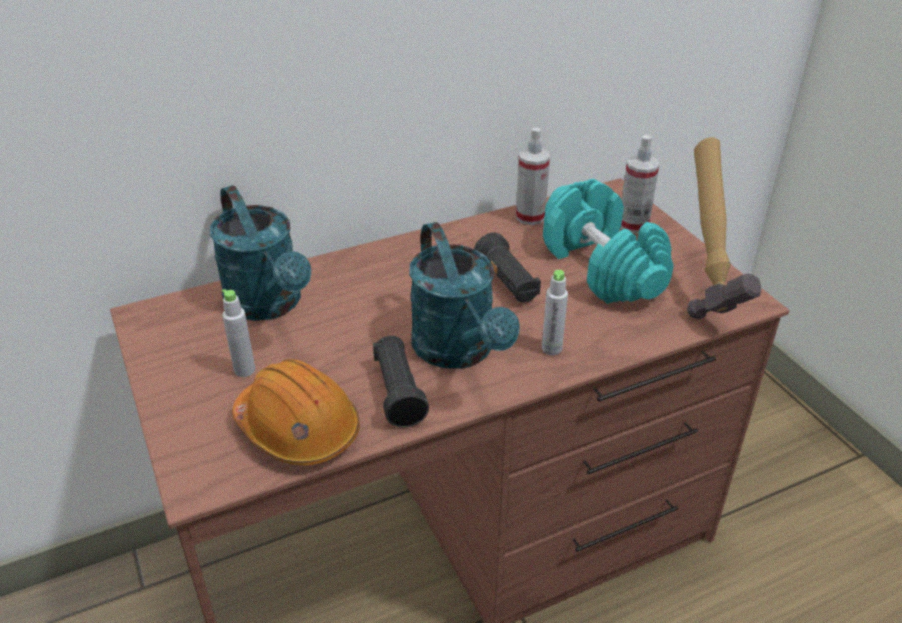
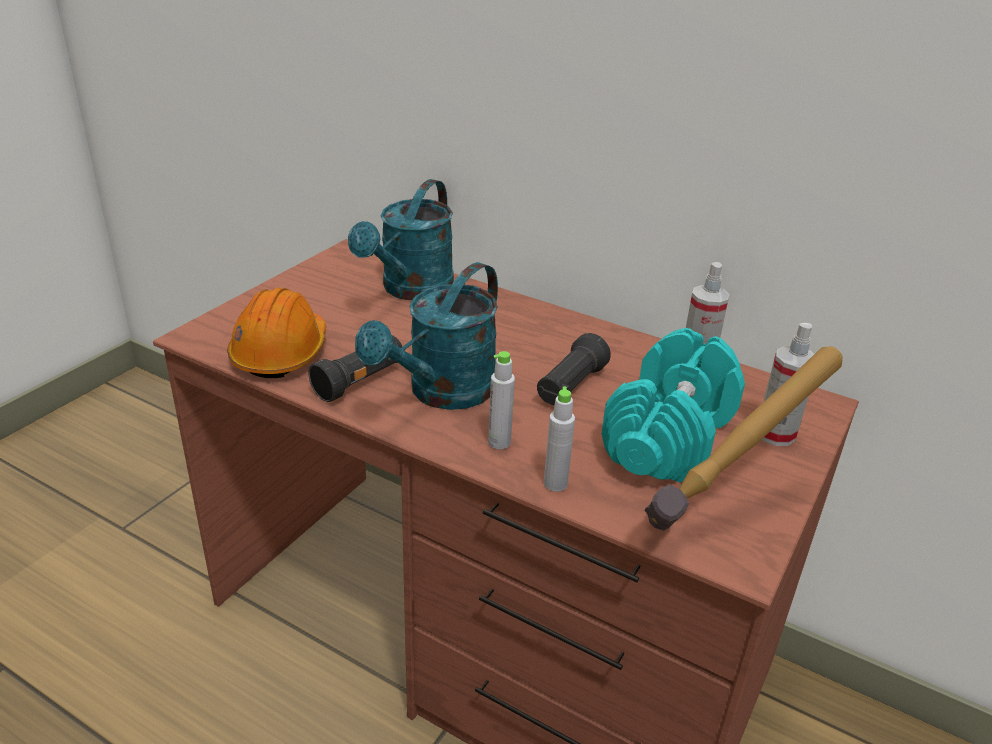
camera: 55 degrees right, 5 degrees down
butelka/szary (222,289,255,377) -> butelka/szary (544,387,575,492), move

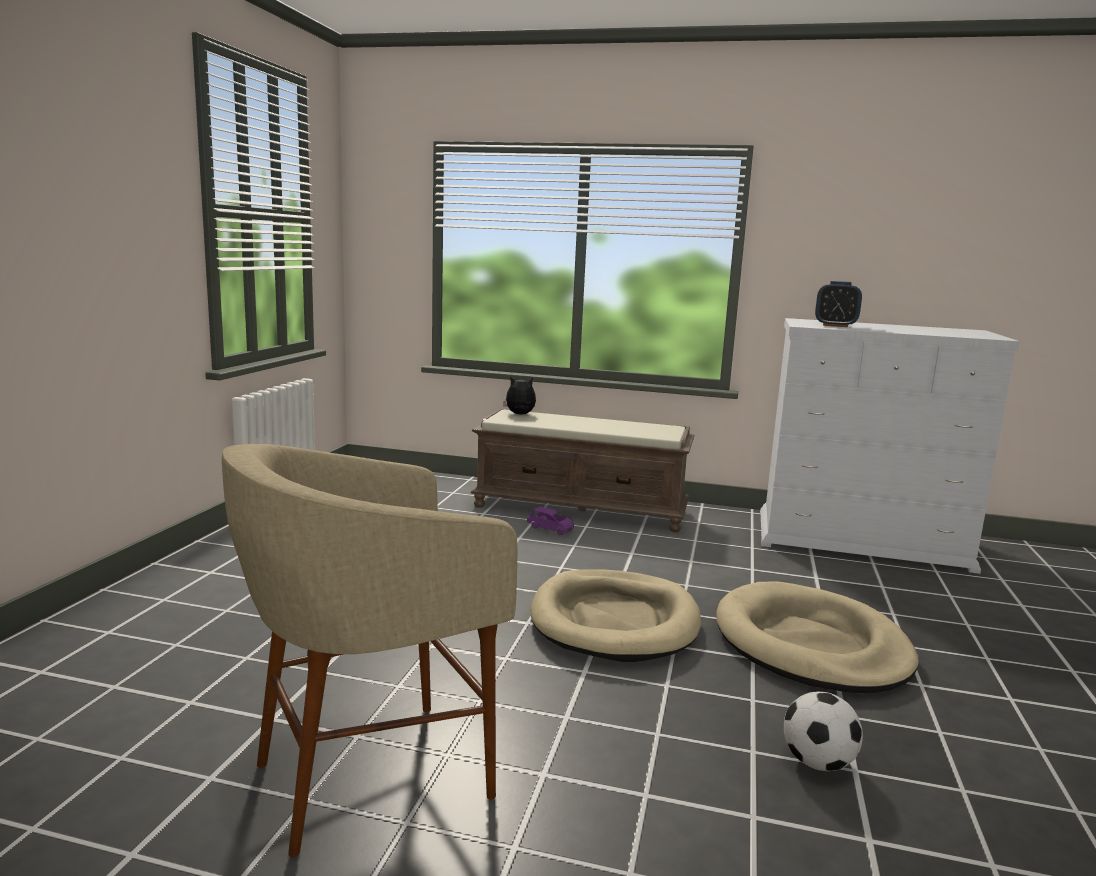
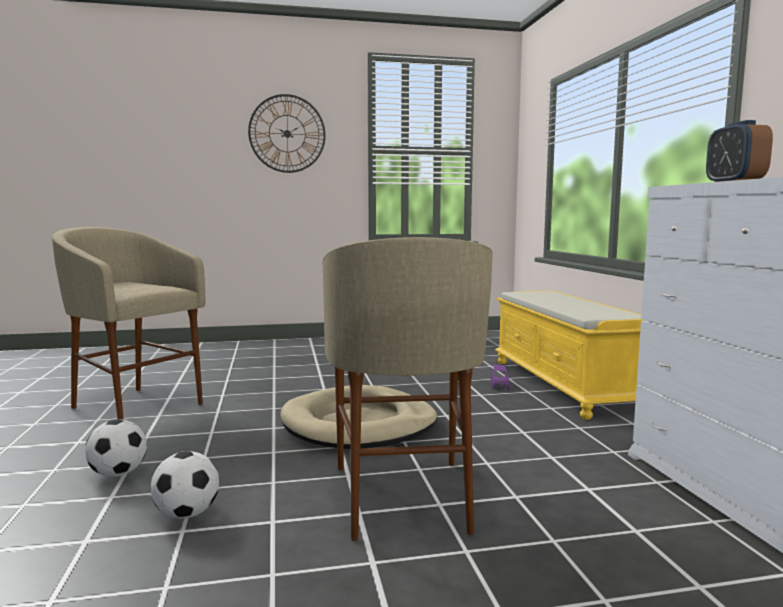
camera: 65 degrees right, 5 degrees down
pluszak (503,377,536,415) -> none
none -> piłka futbolowa (85,419,147,477)
none -> zegar ścienny (248,94,326,173)
legowisko/beżowy (716,581,919,693) -> stołek/beżowy (323,237,493,541)
ławka/brązowy (471,409,694,532) -> ławka/żółty (495,291,644,420)

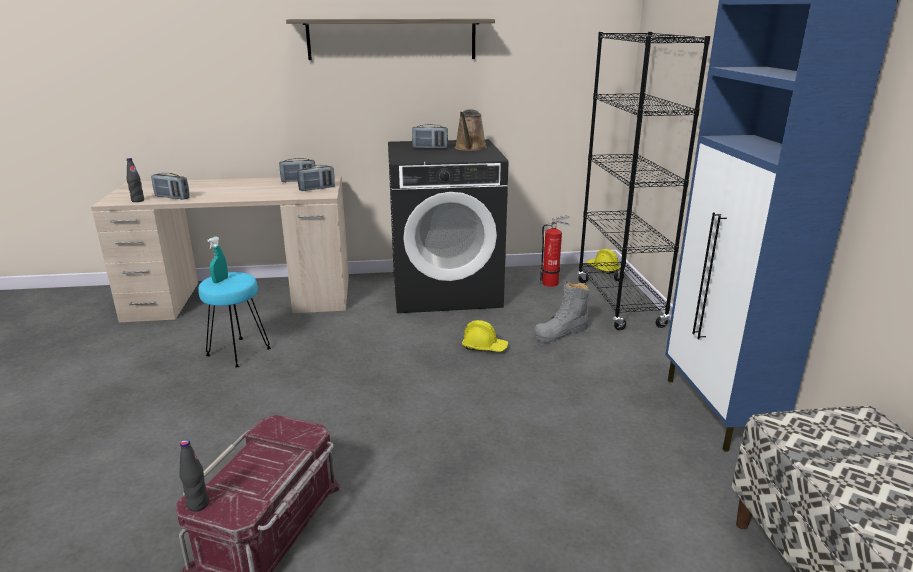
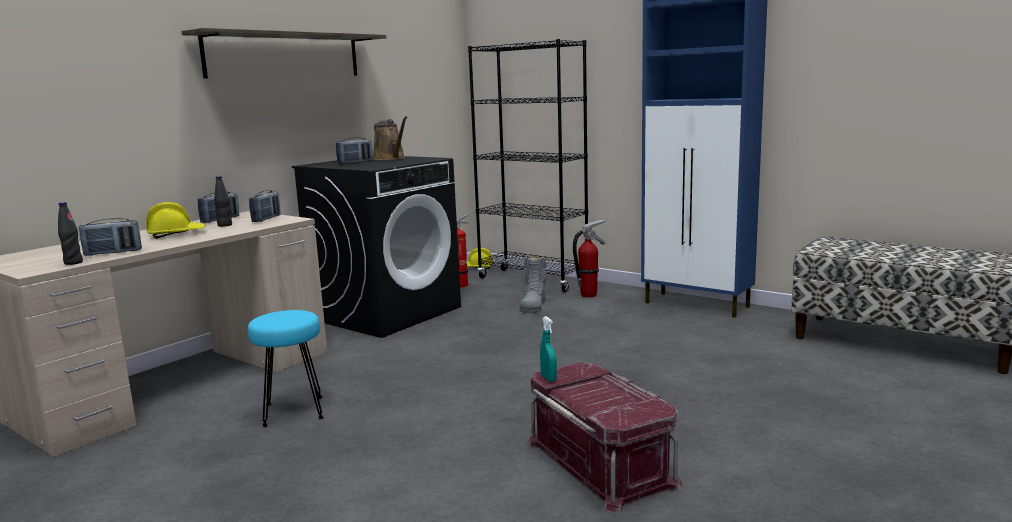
camera: 45 degrees left, 10 degrees down
none -> gaśnica (573,219,606,298)
butelka/czarny (180,440,209,512) -> butelka/czarny (214,176,232,227), move
spryskiwacz/turkusowy (207,237,228,283) -> spryskiwacz/turkusowy (540,316,557,382), move
kask/żółty (462,320,508,352) -> kask/żółty (146,202,206,239), move

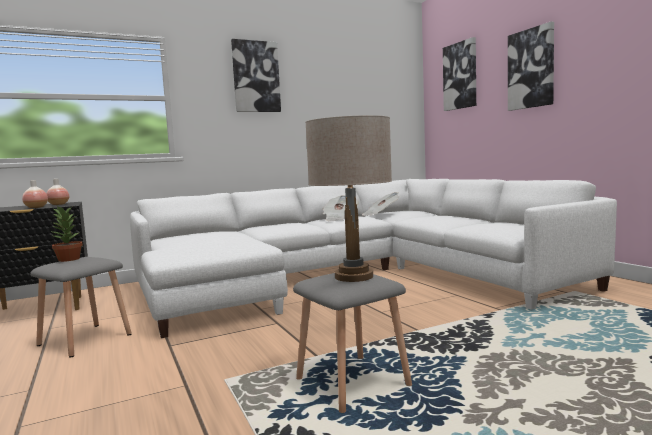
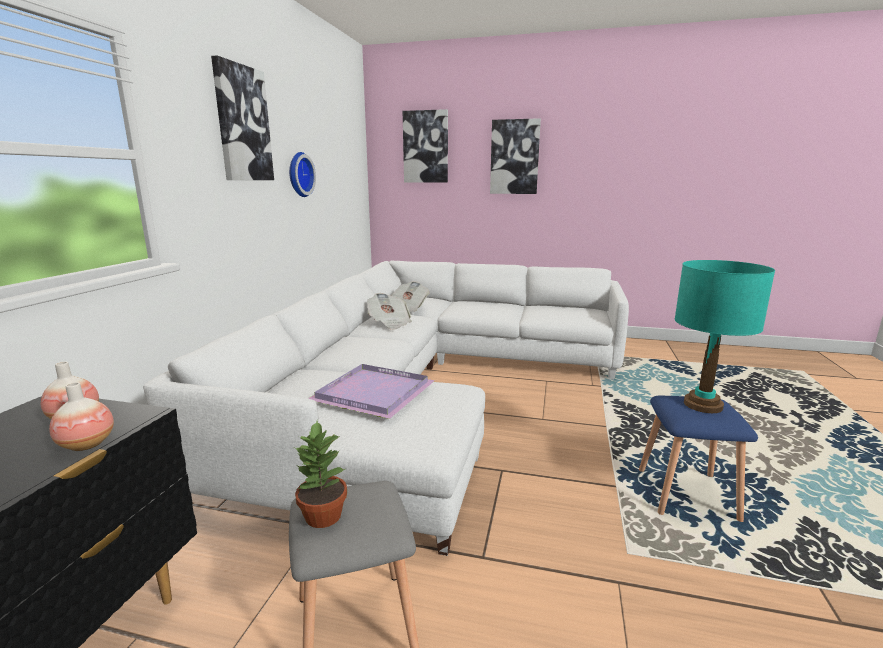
camera: 50 degrees left, 10 degrees up
none -> zegar ścienny (289,152,316,197)
none -> taca/fioletowy (308,364,435,419)
stołek/szary (293,273,412,413) -> stołek/niebieski (639,396,758,522)
lampa stołowa/beżowy (305,115,392,282) -> lampa stołowa/turkusowy (674,260,775,413)

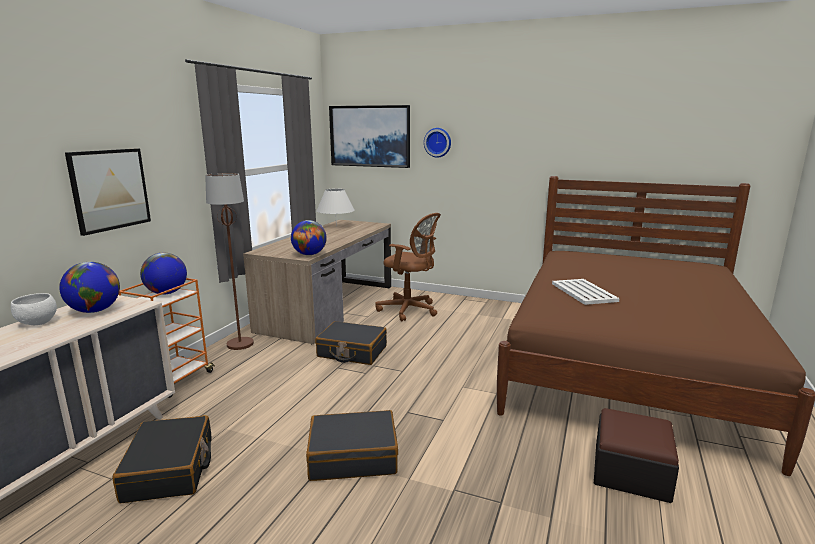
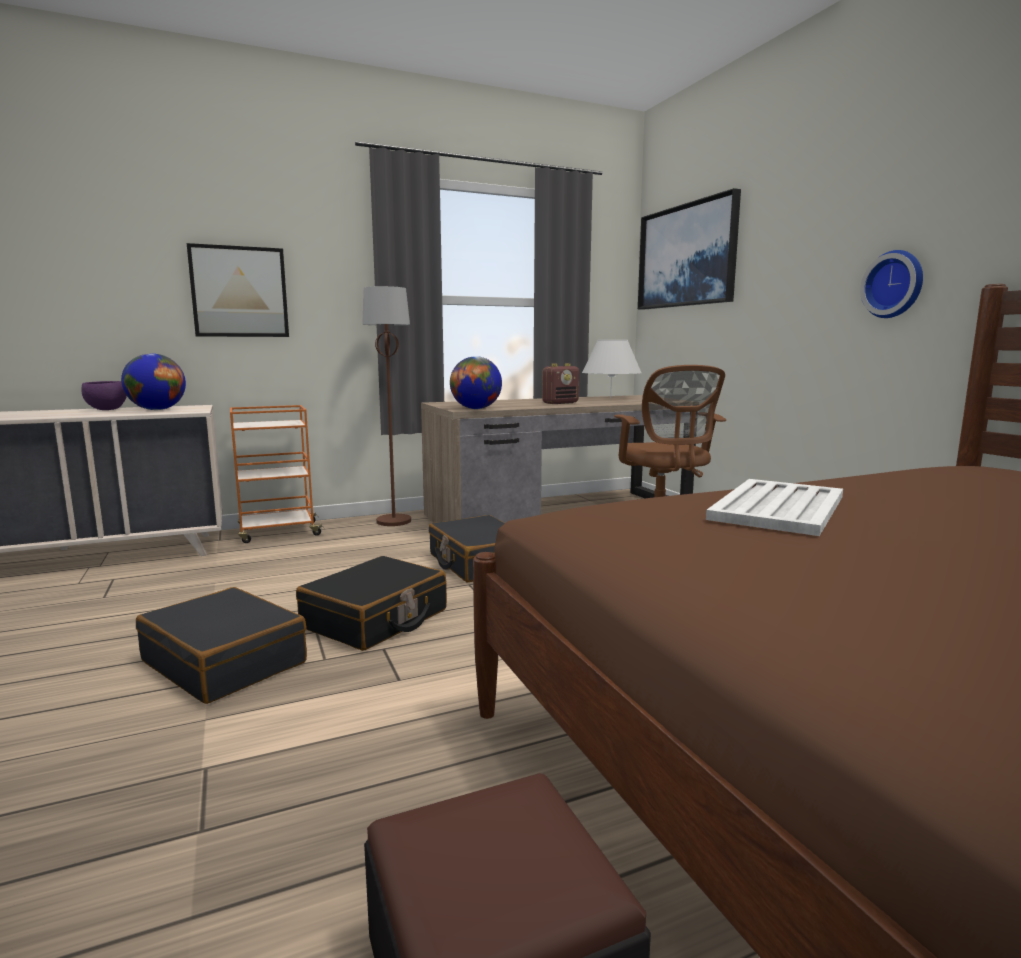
camera: 45 degrees right, 5 degrees down
globus (140,253,187,294) -> none
none -> radio (542,363,579,404)
walizka/czarny (112,415,212,503) -> walizka/czarny (296,556,447,651), move
zegar ścienny (424,128,451,158) -> zegar ścienny (860,250,923,318), move
miska/biały (11,293,57,325) -> miska/fioletowy (82,381,127,410)

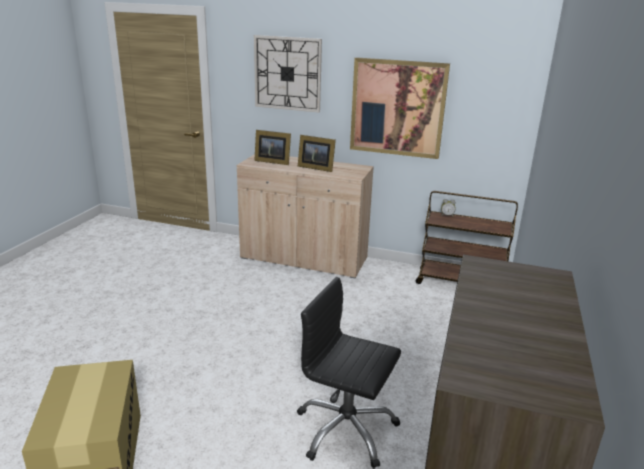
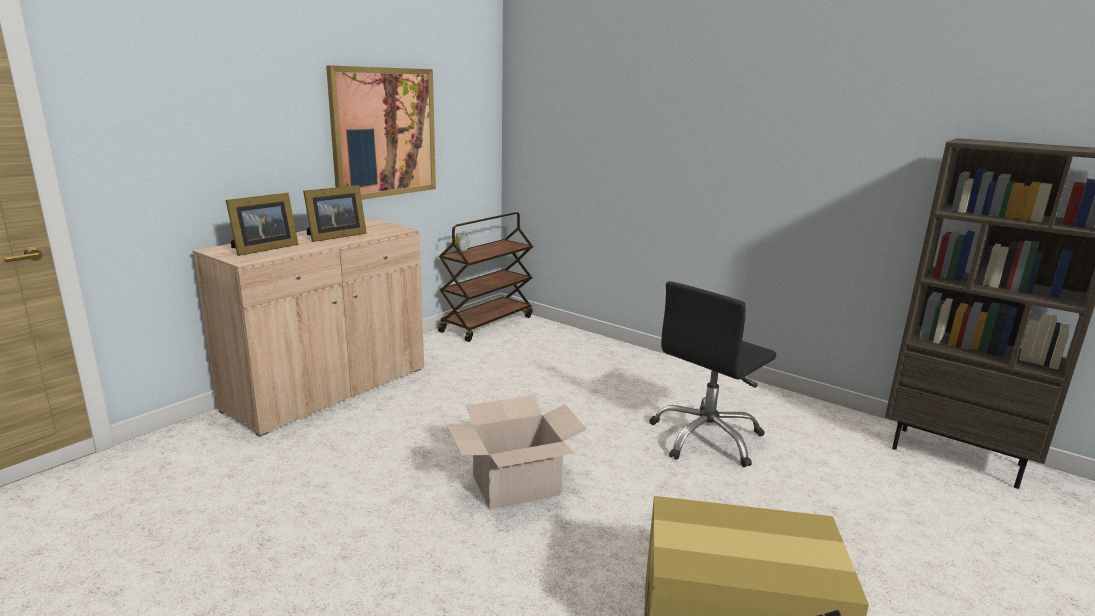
camera: 70 degrees left, 5 degrees down
zegar ścienny (254,35,322,112) -> none
none -> karton (447,395,587,510)

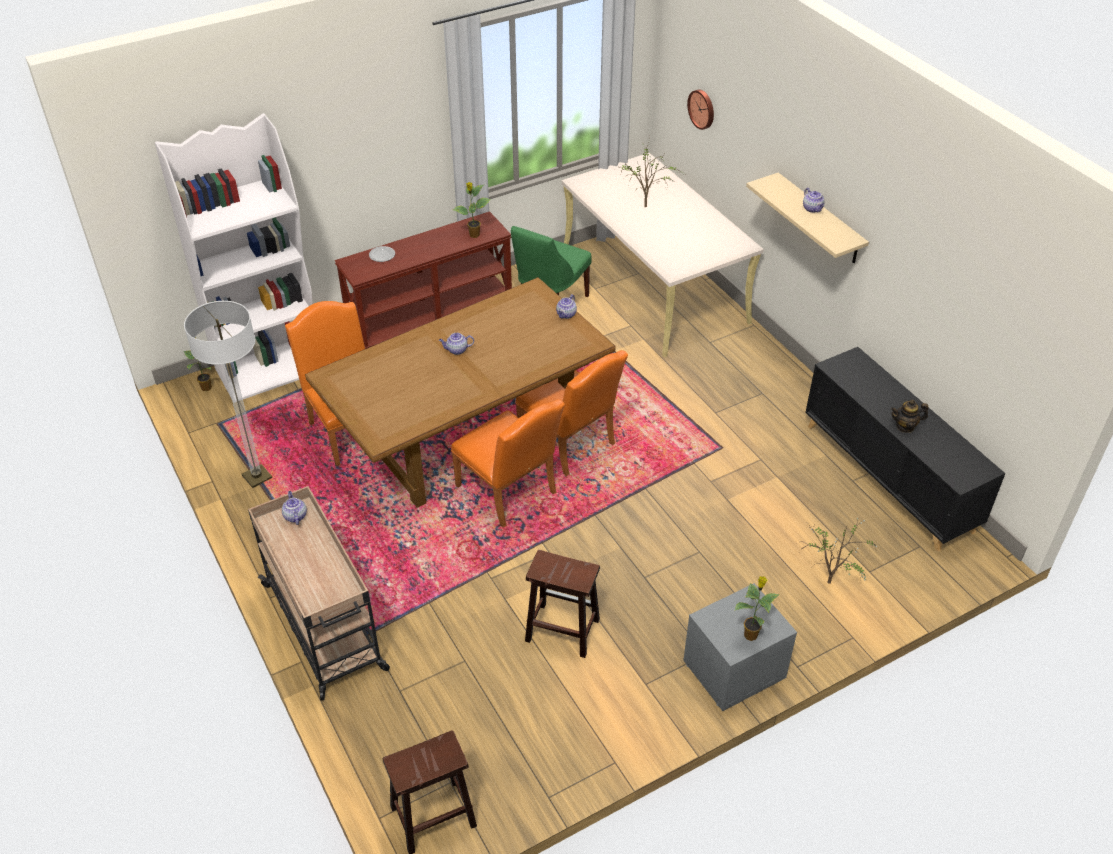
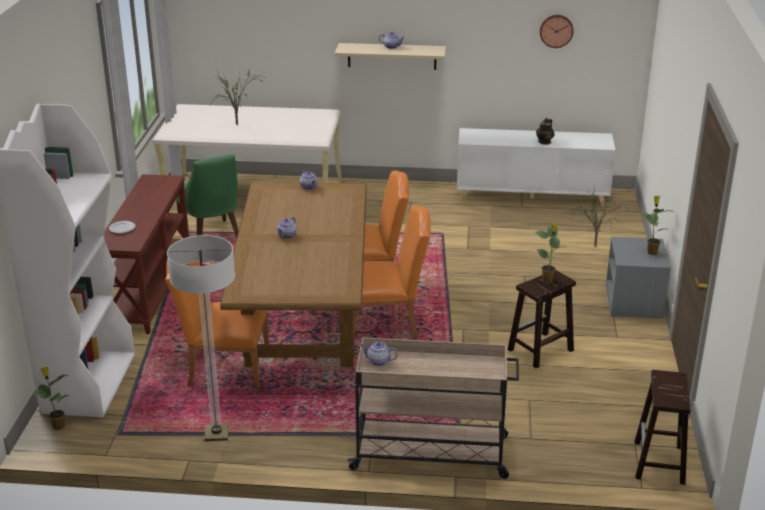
camera: 55 degrees left, 15 degrees down
roślina doniczkowa (453,182,491,238) -> roślina doniczkowa (534,223,567,283), move
zegar ścienny (687,90,714,130) -> zegar ścienny (540,15,573,48), move
szafka/czarny (805,347,1005,552) -> szafka/biały (457,128,616,207)

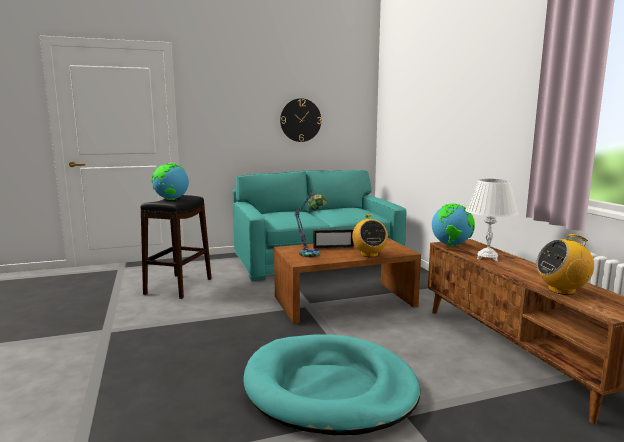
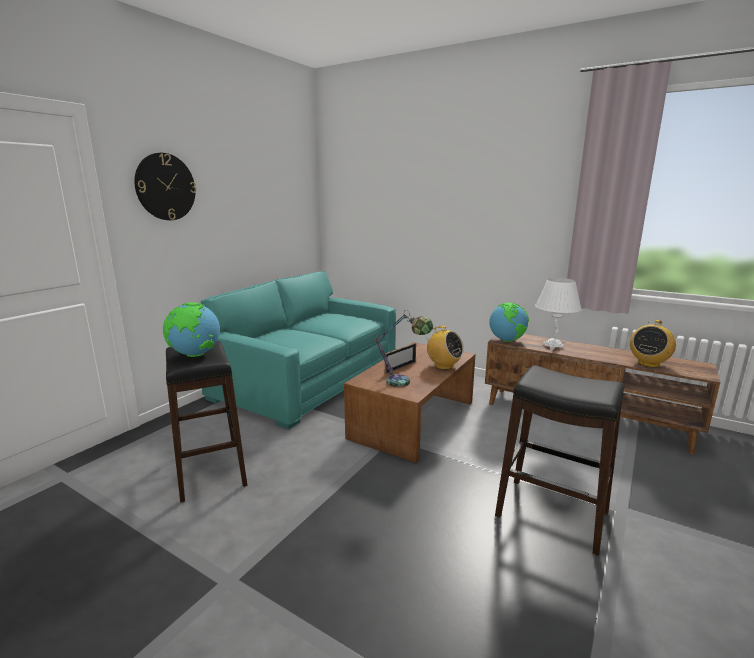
camera: 40 degrees left, 5 degrees up
zegar ścienny (280,98,321,142) -> zegar ścienny (134,153,196,220), move
legowisko/turkusowy (244,334,420,435) -> stołek/czarny (495,365,624,556)

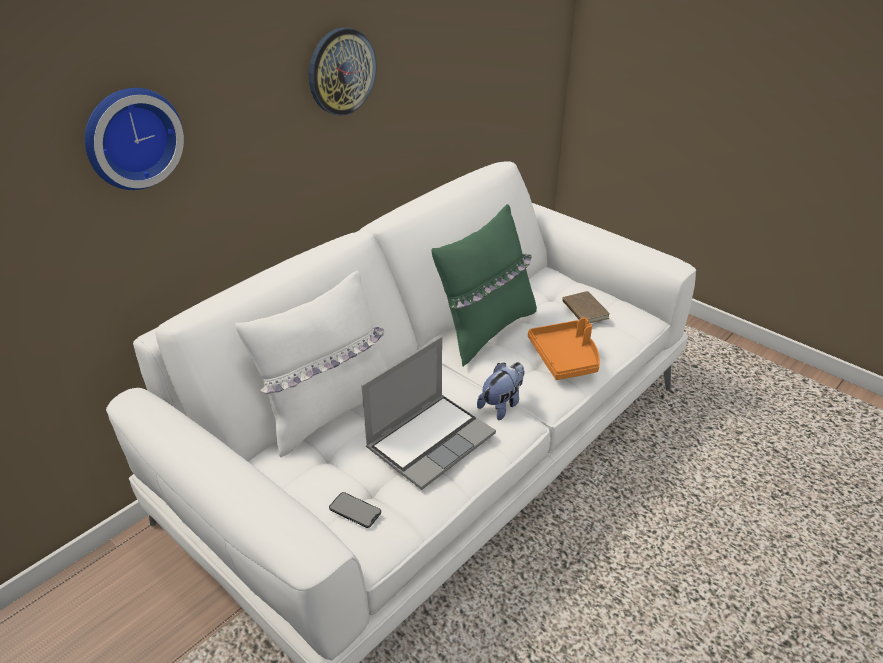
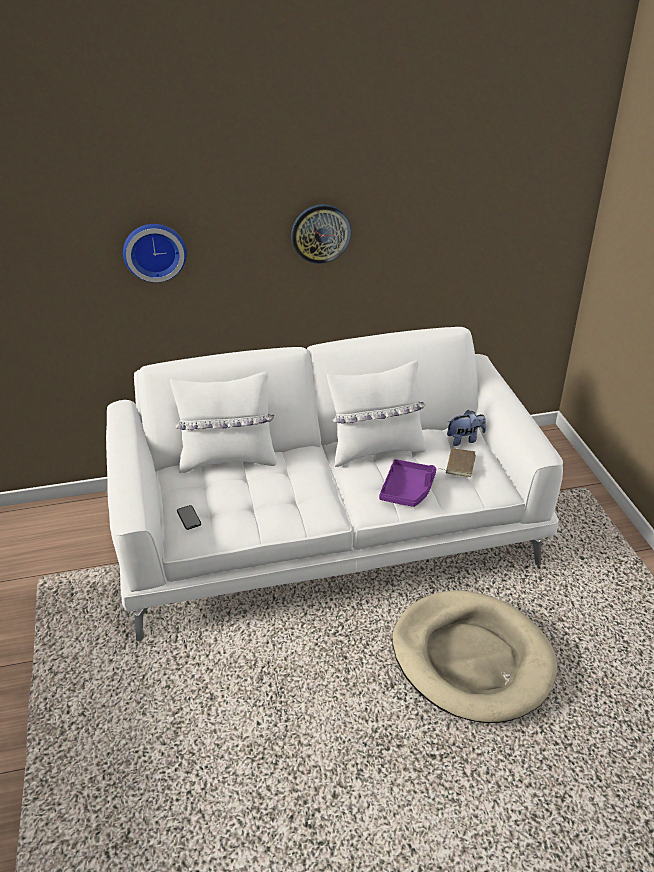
camera: 35 degrees right, 0 degrees up
laptop (361,337,496,490) -> none
none -> legowisko/beżowy (392,590,558,723)
pluszak (477,362,524,420) -> pluszak (447,410,486,446), move
poduszka/zielony (431,204,537,366) -> poduszka/biały (327,360,426,467)
taca/pomarańczowy (528,318,600,380) -> taca/fioletowy (379,459,436,507)

